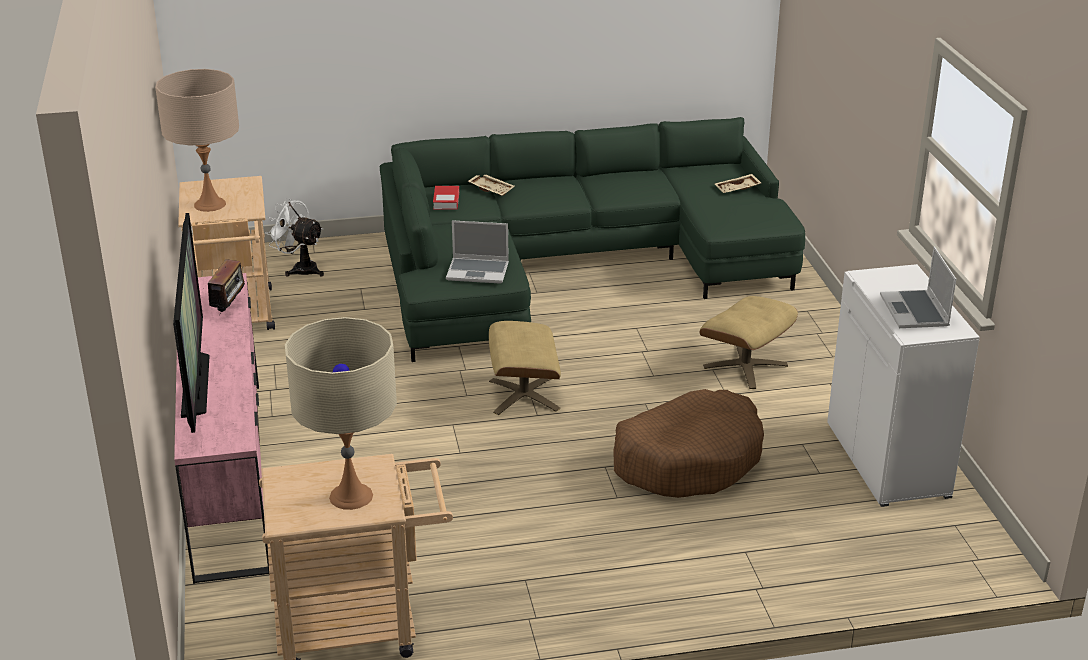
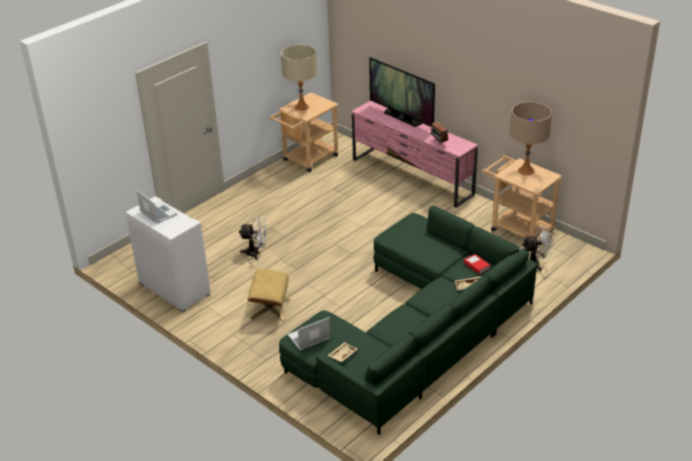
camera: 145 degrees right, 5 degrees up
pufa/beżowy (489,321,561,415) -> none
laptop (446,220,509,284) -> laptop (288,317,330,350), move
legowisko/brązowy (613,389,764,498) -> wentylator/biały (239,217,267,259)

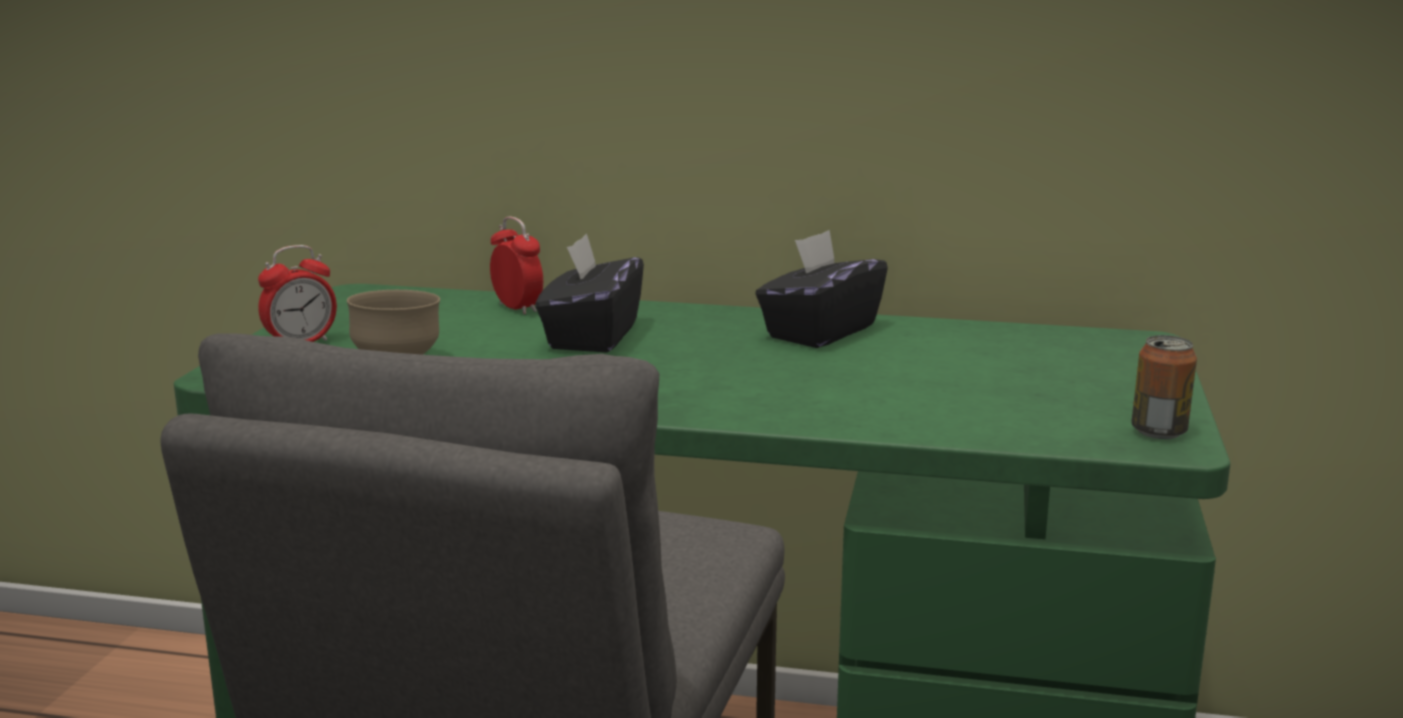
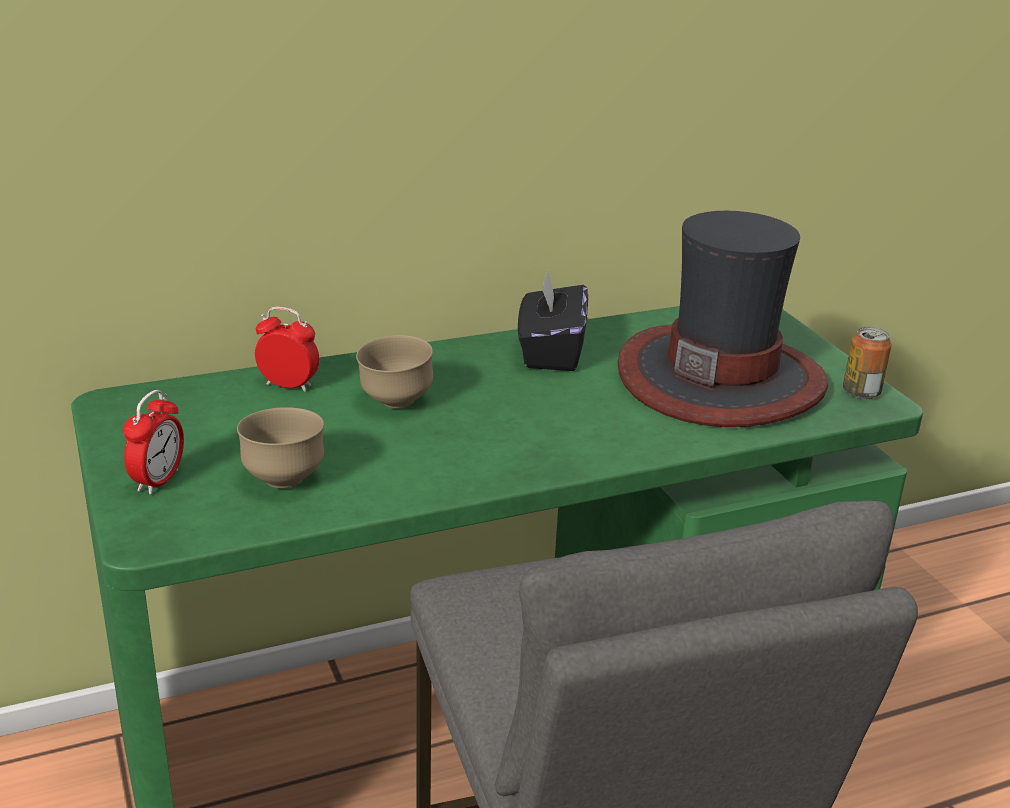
camera: 35 degrees left, 10 degrees up
none -> kapelusz (617,211,828,427)
pudełko chusteczek/czarny (535,233,644,353) -> miska/brązowy (356,335,433,408)

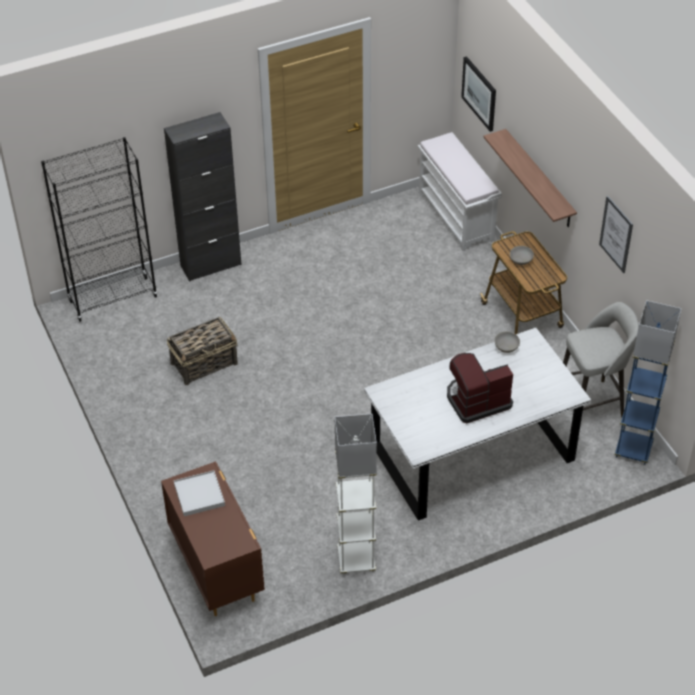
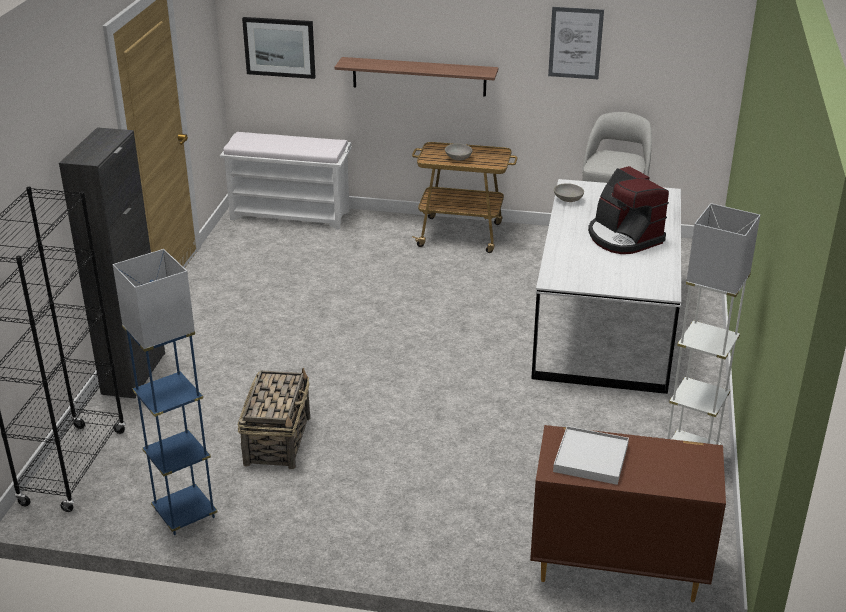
camera: 55 degrees left, 15 degrees down
lampa stojąca/niebieski (614,300,682,465) -> lampa stojąca/niebieski (113,249,217,535), move
ekspres do kawy (447,353,513,423) -> ekspres do kawy (588,166,669,254), 45 degrees counterclockwise

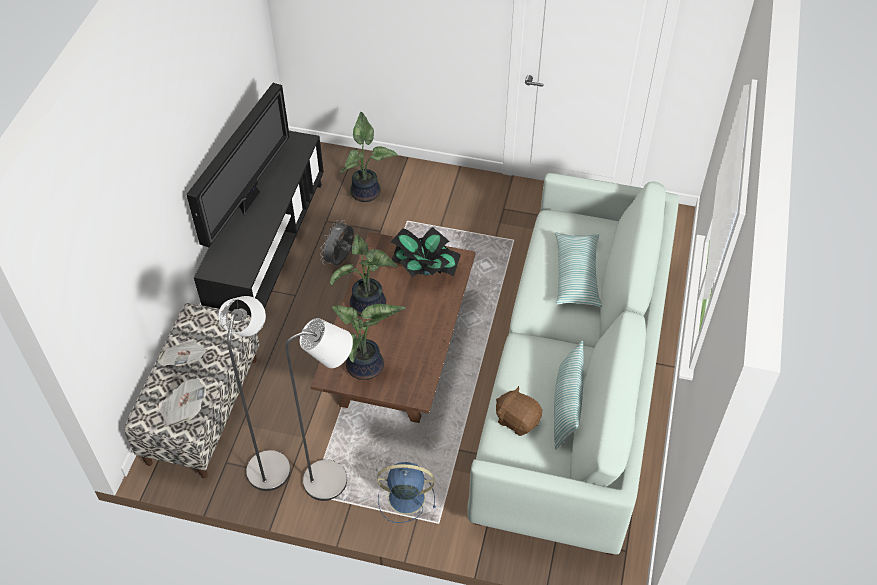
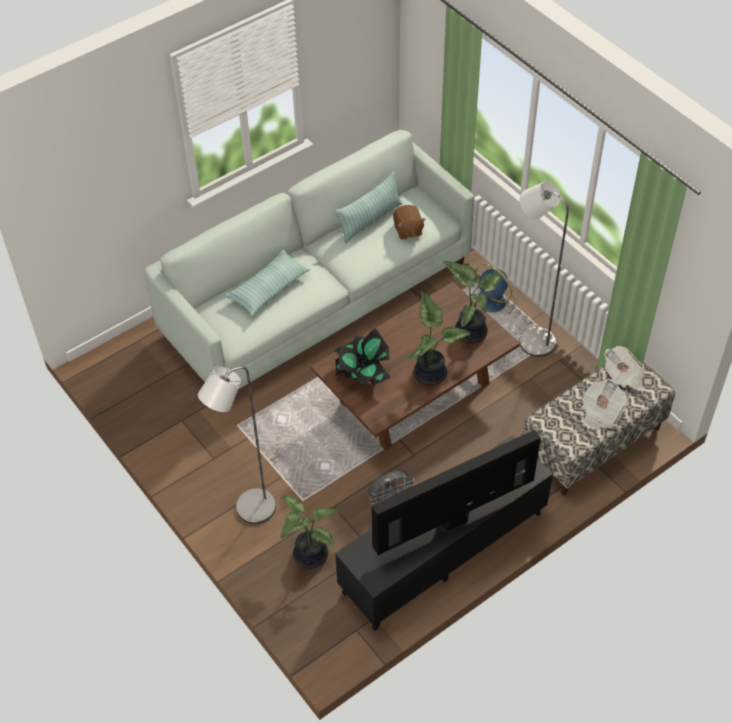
camera: 140 degrees left, 0 degrees up
lampa stojąca/szary (218,296,291,491) -> lampa stojąca/szary (198,366,276,524), move

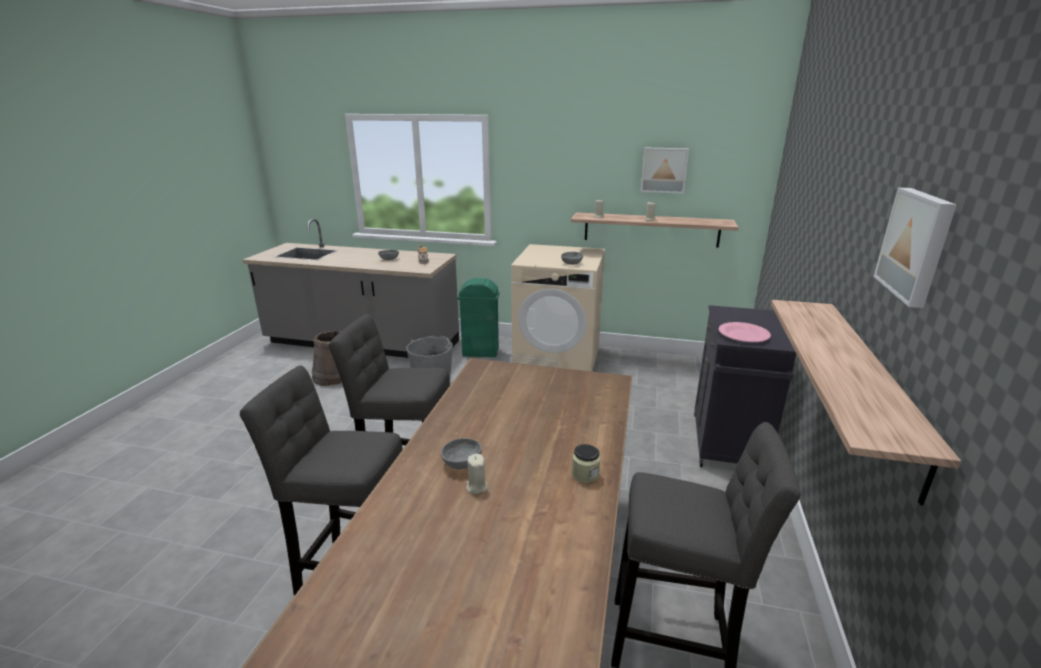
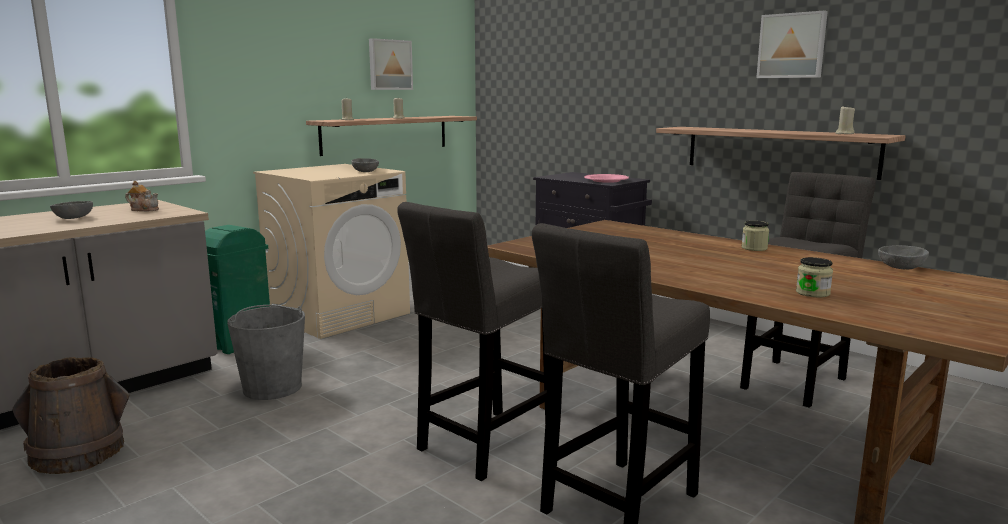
camera: 60 degrees left, 10 degrees down
none -> słoik (796,257,833,297)
miska/szary (441,438,482,470) -> miska/szary (878,245,929,269), move
świeca/beżowy (466,454,487,494) -> świeca/beżowy (835,107,855,134), move

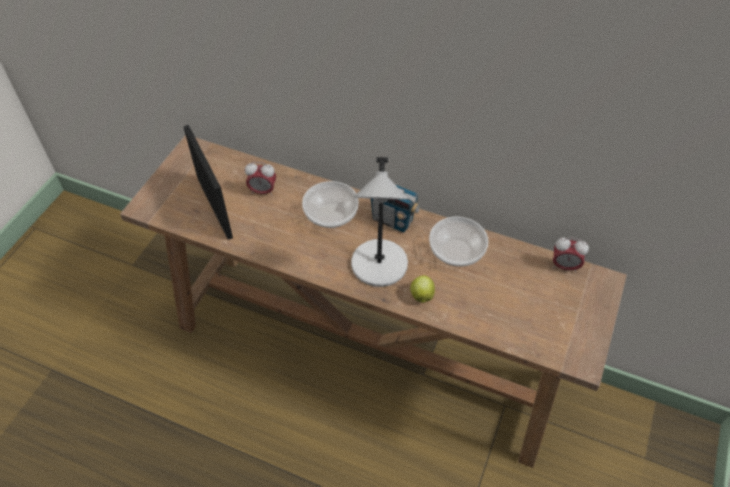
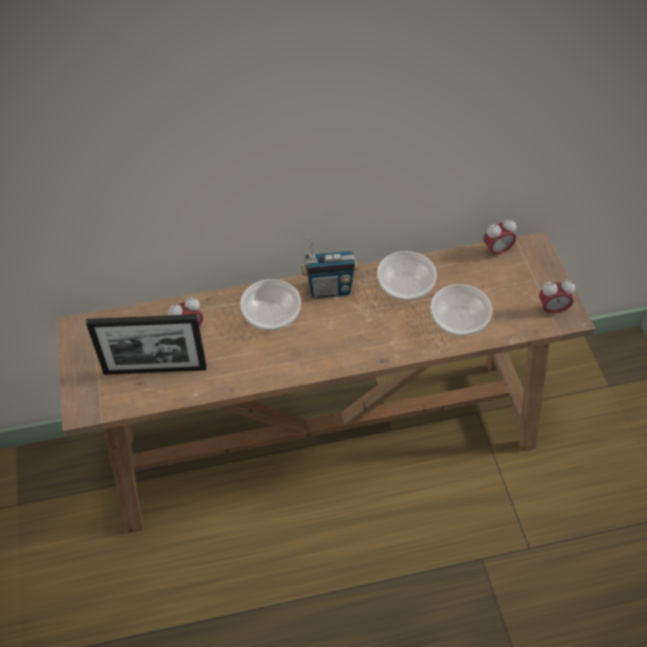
camera: 35 degrees left, 0 degrees up
lampa stołowa/szary (351,157,408,287) -> none
jabłko (410,275,435,303) -> none
none -> miska (431,284,492,336)
none -> budzik (539,279,575,315)
ramka na zdjęcie (183,125,233,240) -> ramka na zdjęcie (86,314,207,375), 150 degrees clockwise

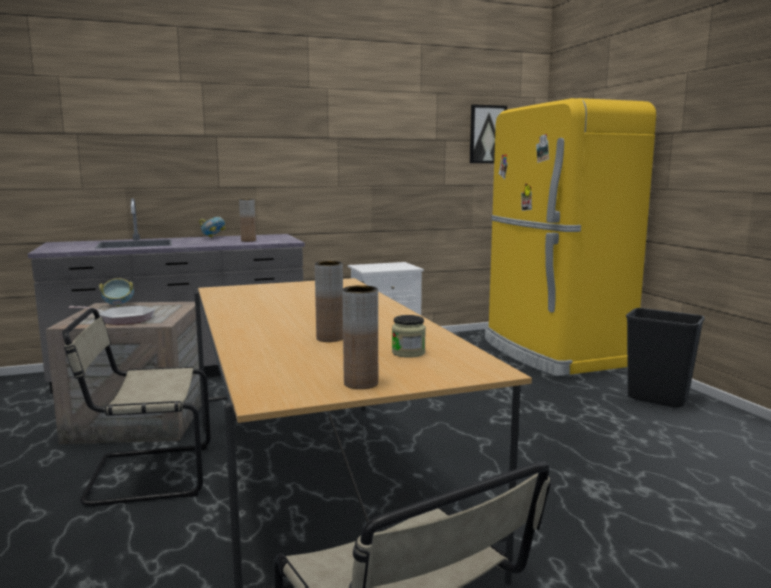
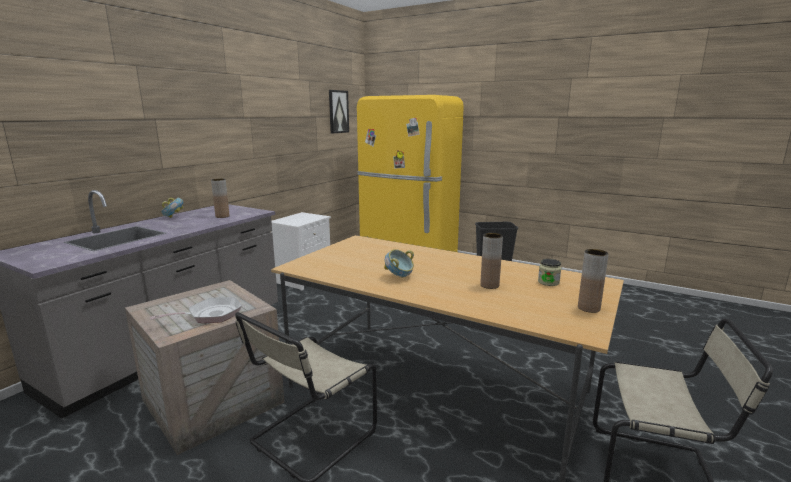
camera: 40 degrees left, 5 degrees up
miska (99,278,134,307) -> miska (384,249,414,278), move

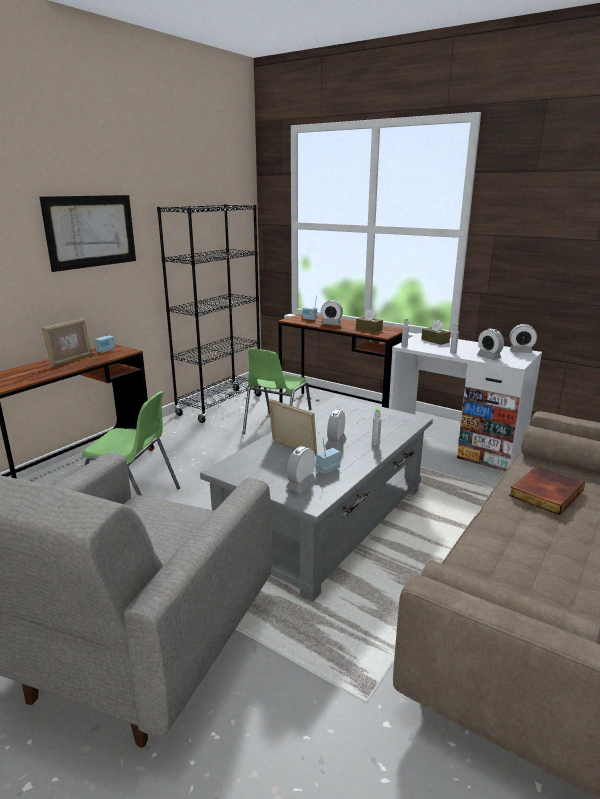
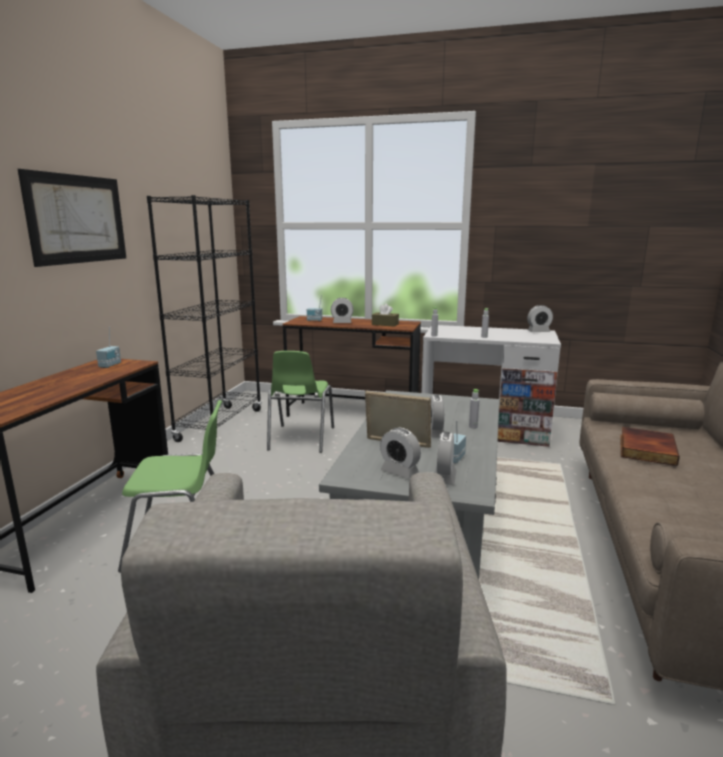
camera: 20 degrees left, 5 degrees down
ramka na zdjęcie (42,318,92,368) -> none
pudełko chusteczek/brązowy (422,320,451,345) -> none
budzik (477,329,504,360) -> budzik (380,428,421,479), move

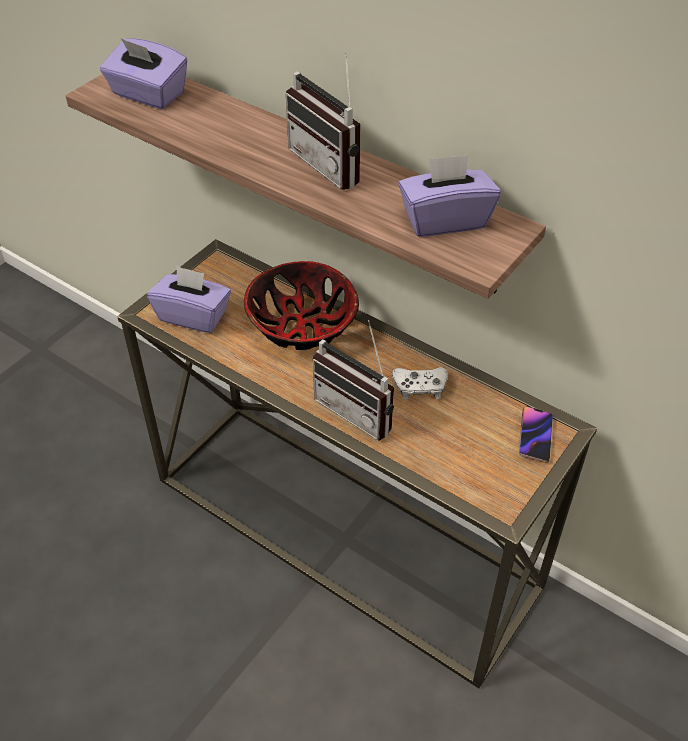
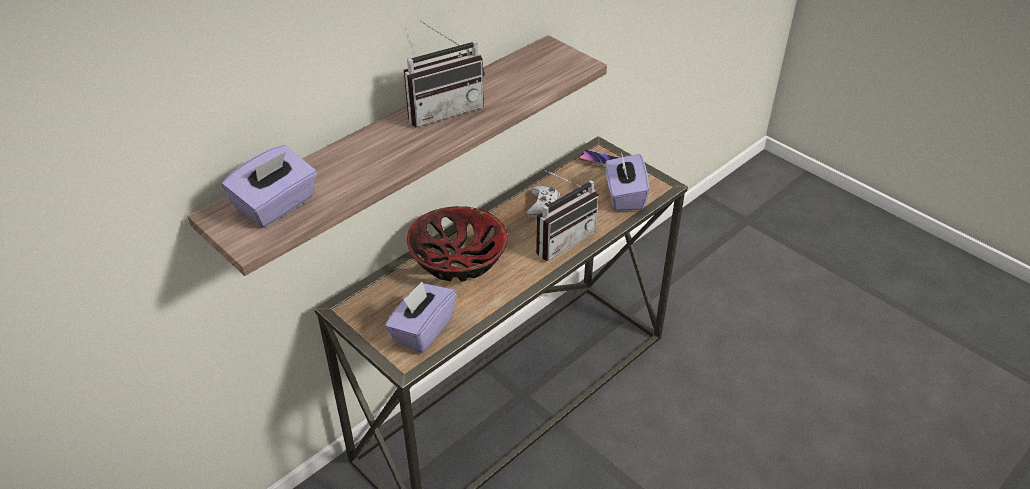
camera: 80 degrees left, 5 degrees down
pudełko chusteczek/fioletowy (398,154,501,237) -> pudełko chusteczek/fioletowy (605,152,649,211), move

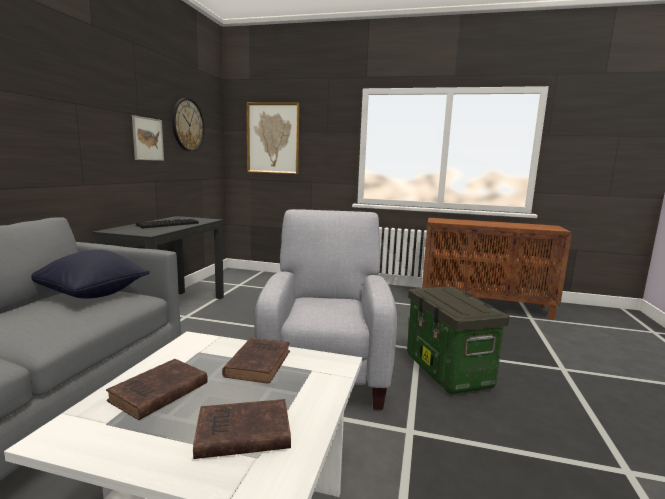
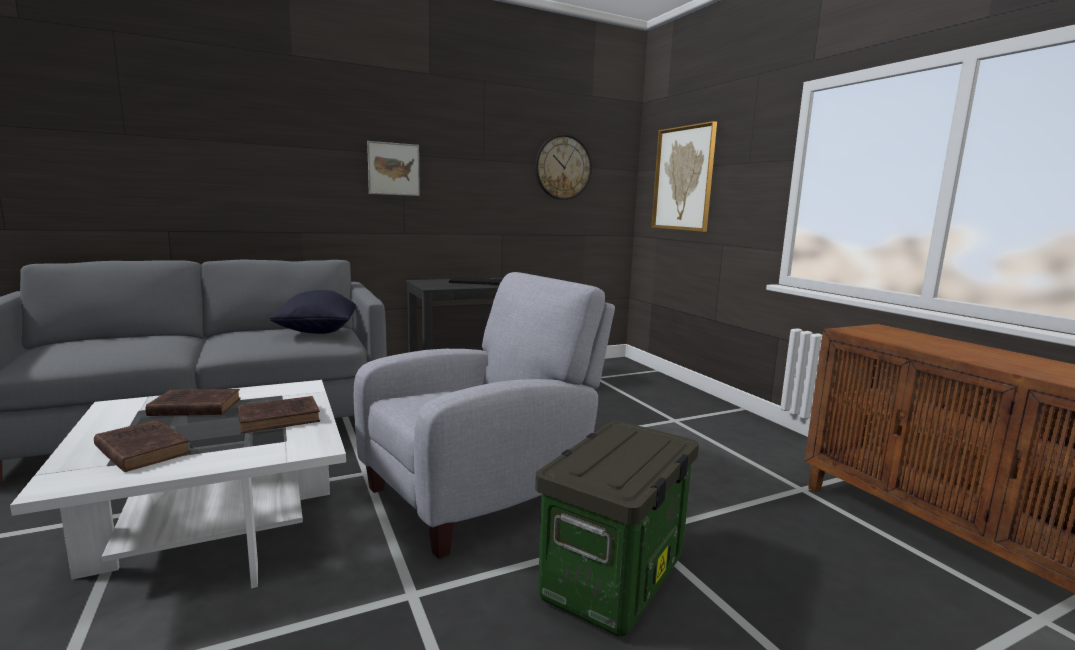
camera: 50 degrees right, 0 degrees up
obraz (132,115,164,161) -> obraz (367,141,420,196), move

